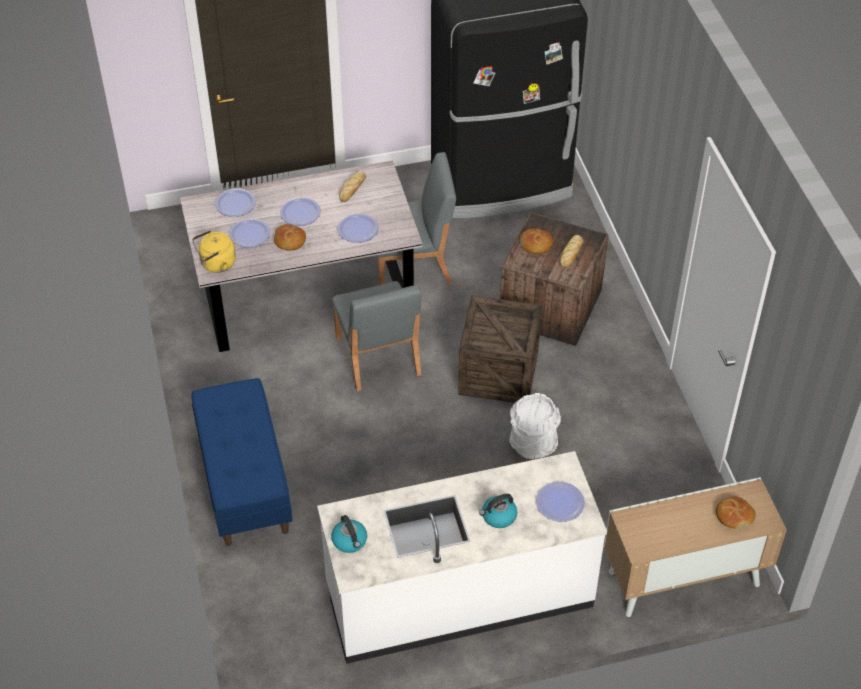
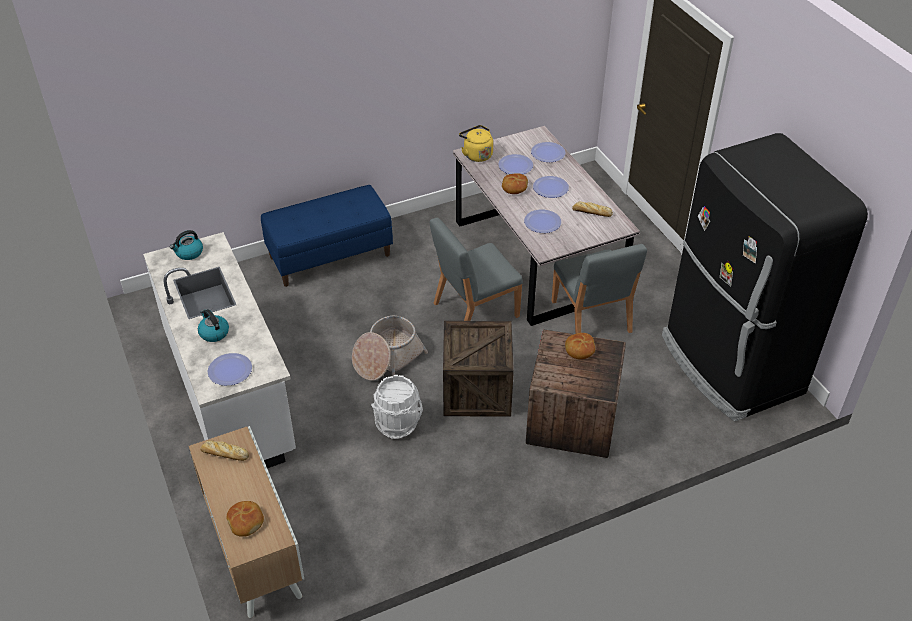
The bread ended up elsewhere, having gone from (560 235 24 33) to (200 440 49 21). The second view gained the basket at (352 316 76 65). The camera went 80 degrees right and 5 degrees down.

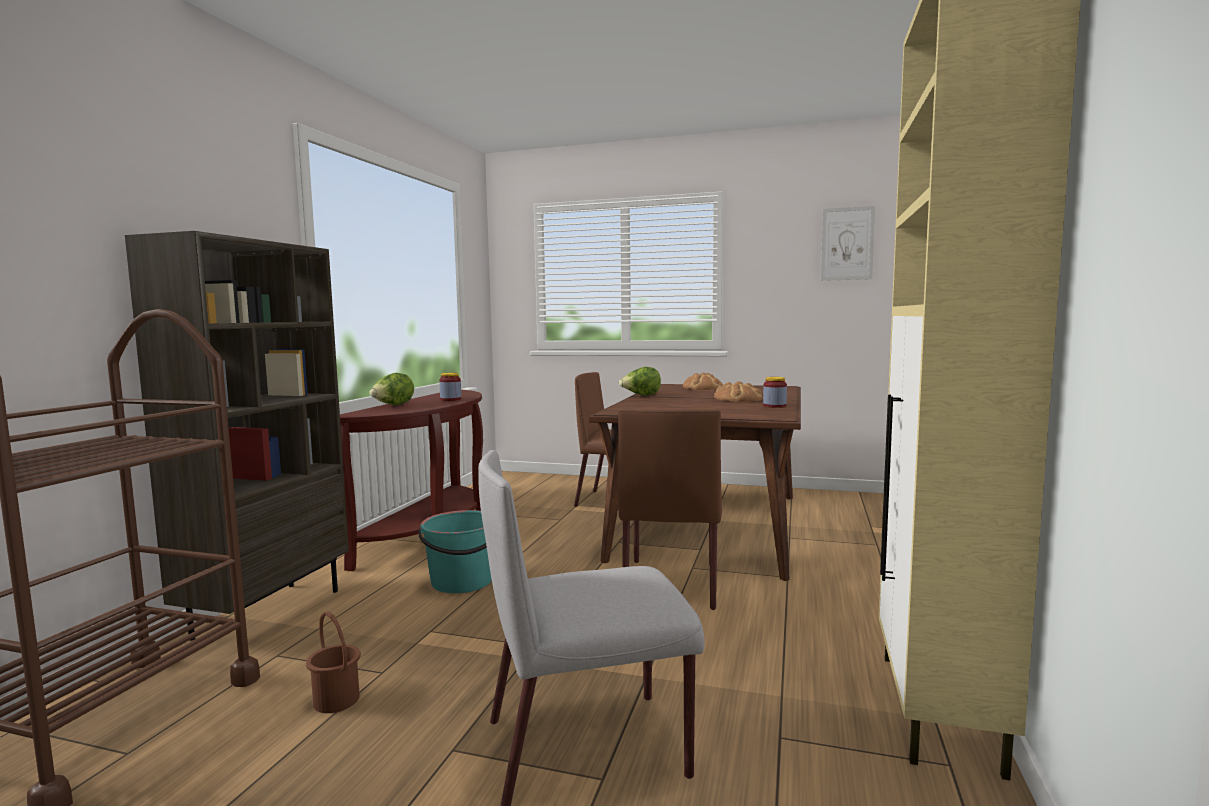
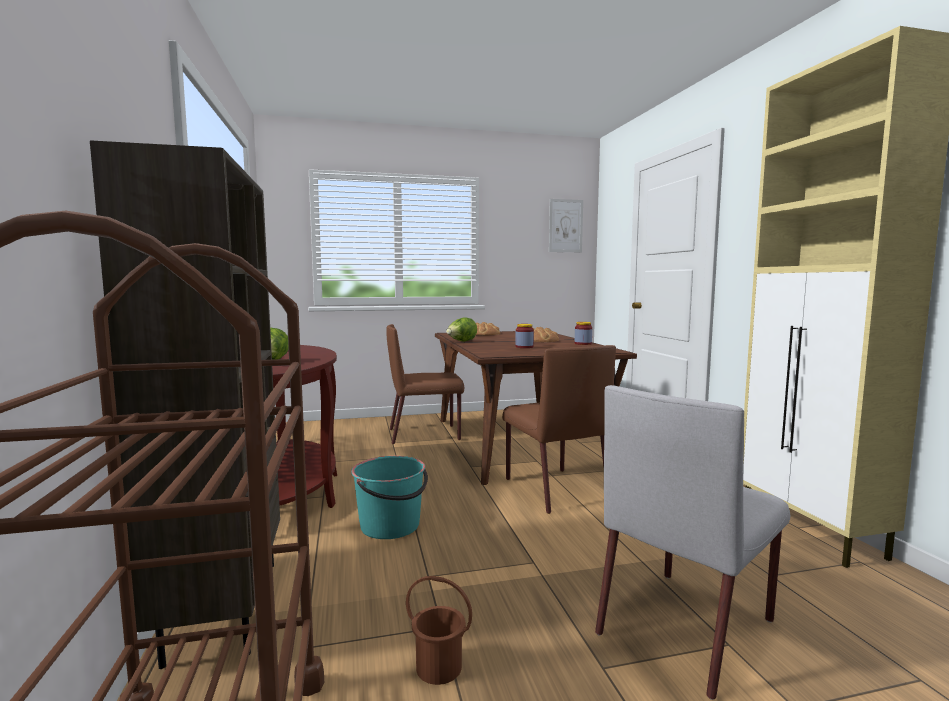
The jar ended up elsewhere, having gone from (439 373 22 28) to (515 324 19 24). The camera went 30 degrees left and 0 degrees up.

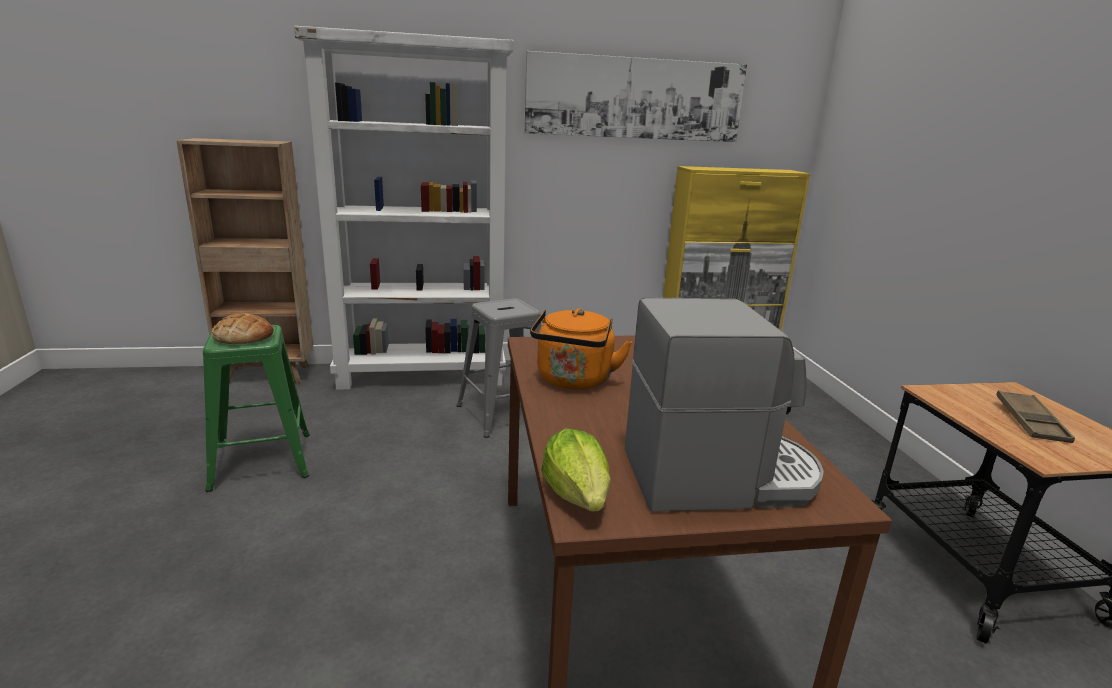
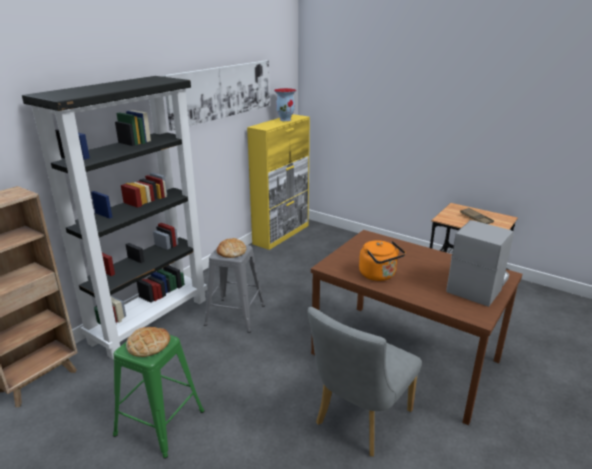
What was the bookcase (white) at (294 26 220 364) turned into the bookcase (black) at (22 76 185 283). The second view lost the lettuce at (541 428 70 84). The second view gained the bread at (216 238 30 20). The second view gained the vase at (274 88 22 33). The second view gained the chair (grey) at (307 307 115 150). The camera went 45 degrees left and 5 degrees up.

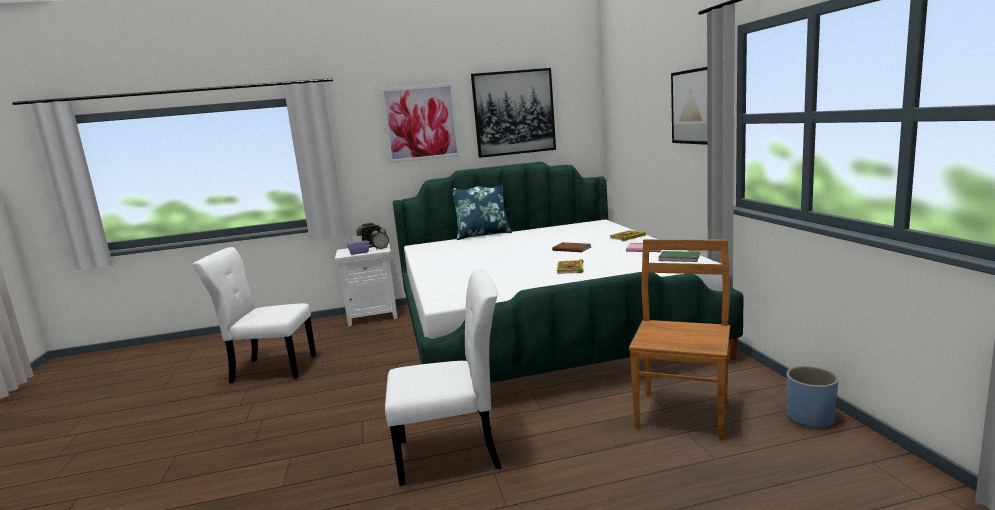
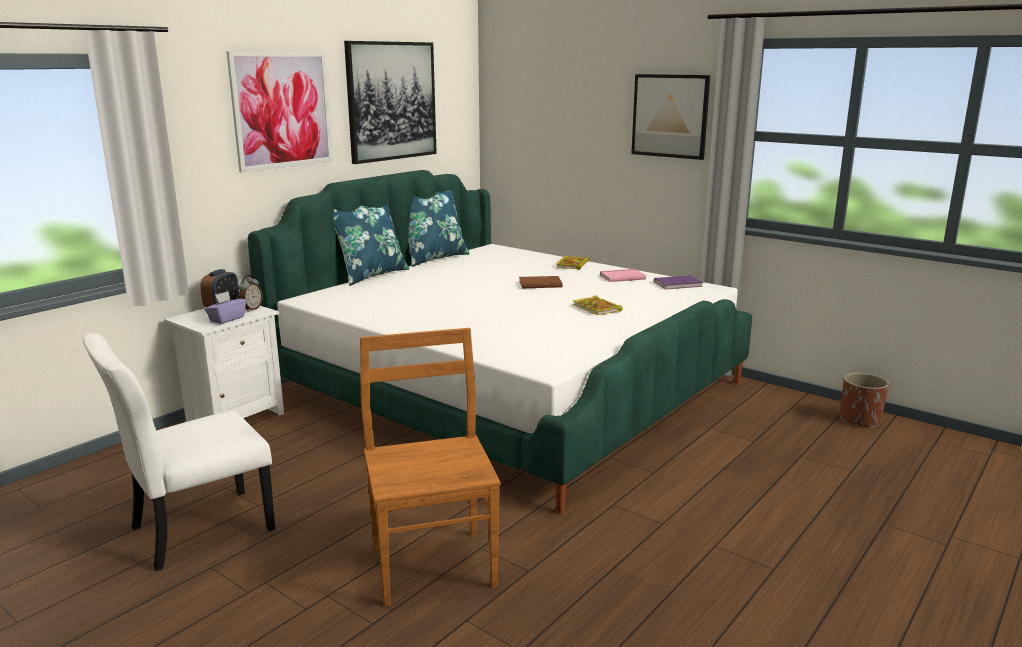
The second view lost the chair (white) at (385 269 117 217). The chair (brown) ended up elsewhere, having gone from (629 239 101 201) to (360 328 141 278). What was the book (green) at (658 251 42 11) turned into the book (purple) at (654 275 49 14). What was the planter (blue) at (786 366 53 63) turned into the planter (brown) at (840 373 49 55). The second view gained the pillow (blue) at (408 191 62 76). The camera went 40 degrees left and 5 degrees up.

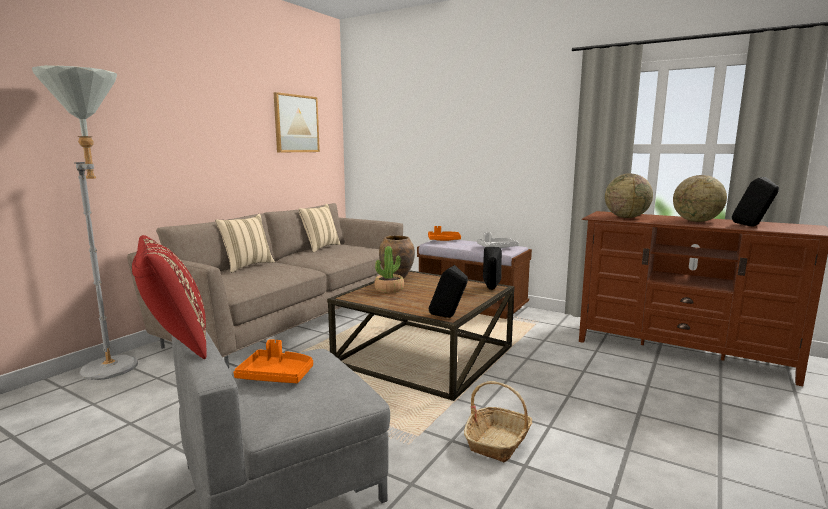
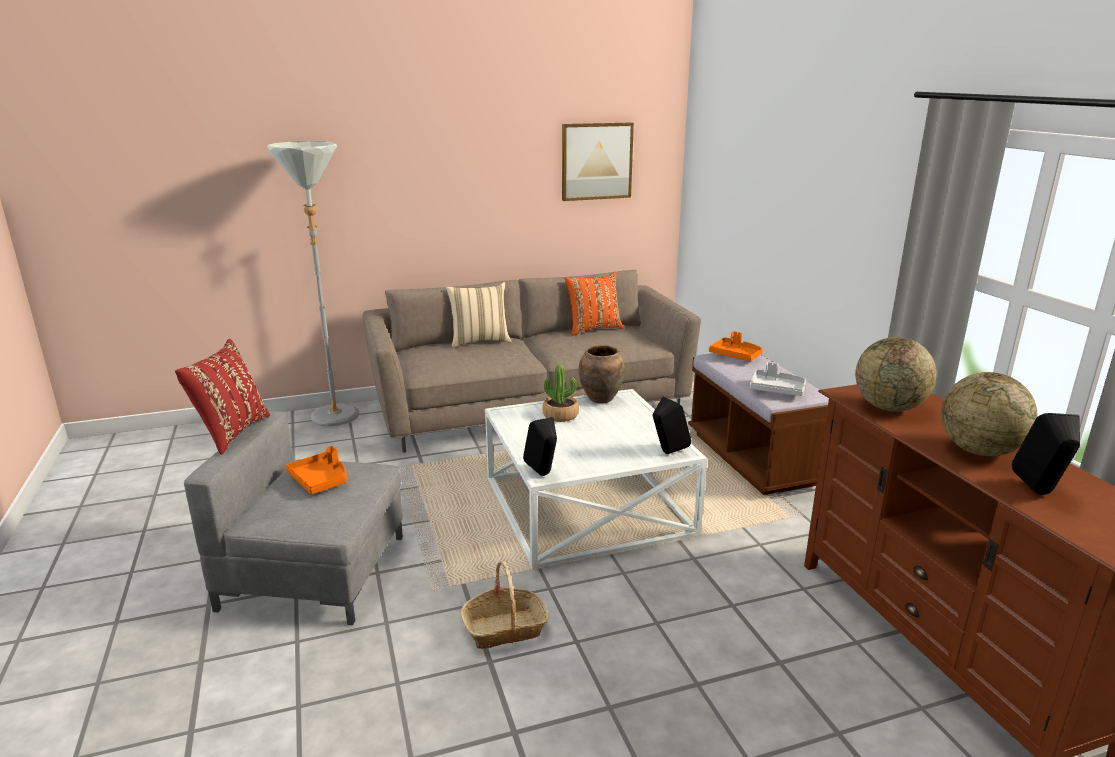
What was the pillow (beige) at (299 204 42 49) turned into the pillow (orange) at (564 272 60 64). What was the coffee table (brown) at (327 271 187 130) turned into the coffee table (white) at (485 389 222 180). The camera went 40 degrees right and 10 degrees up.

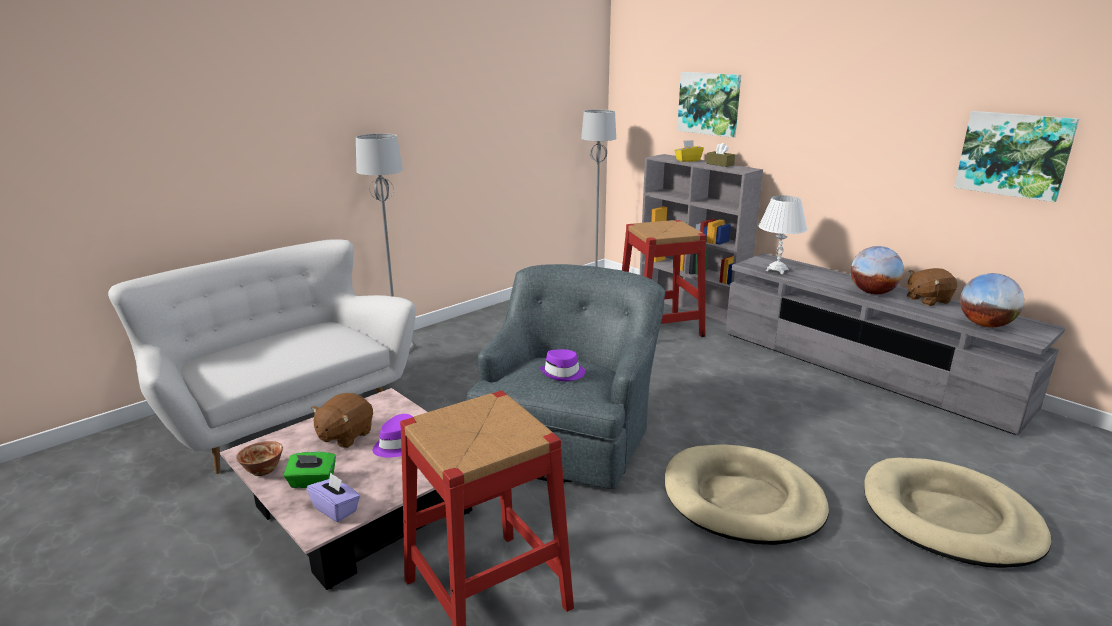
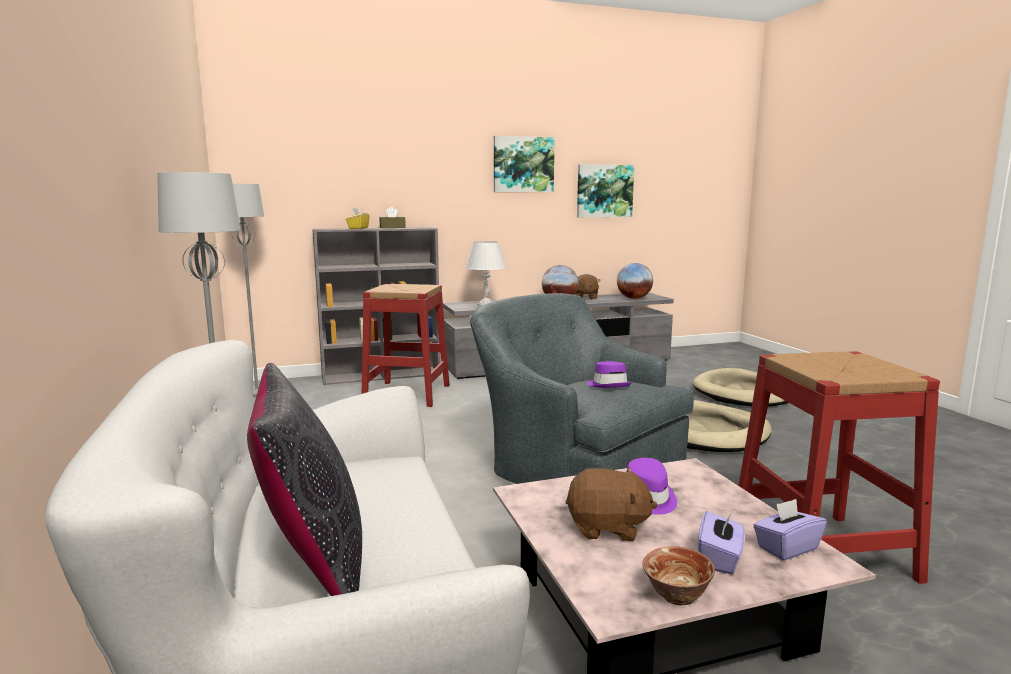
What was the tissue box (green) at (284 451 52 37) turned into the tissue box (purple) at (698 511 47 63). The plush toy (brown) at (311 393 62 55) ended up facing another way, 45 degrees counterclockwise from before. The picture ended up elsewhere, having gone from (677 72 64 66) to (494 136 61 56). The second view gained the pillow (black) at (247 363 115 233). The camera went 65 degrees left and 10 degrees down.

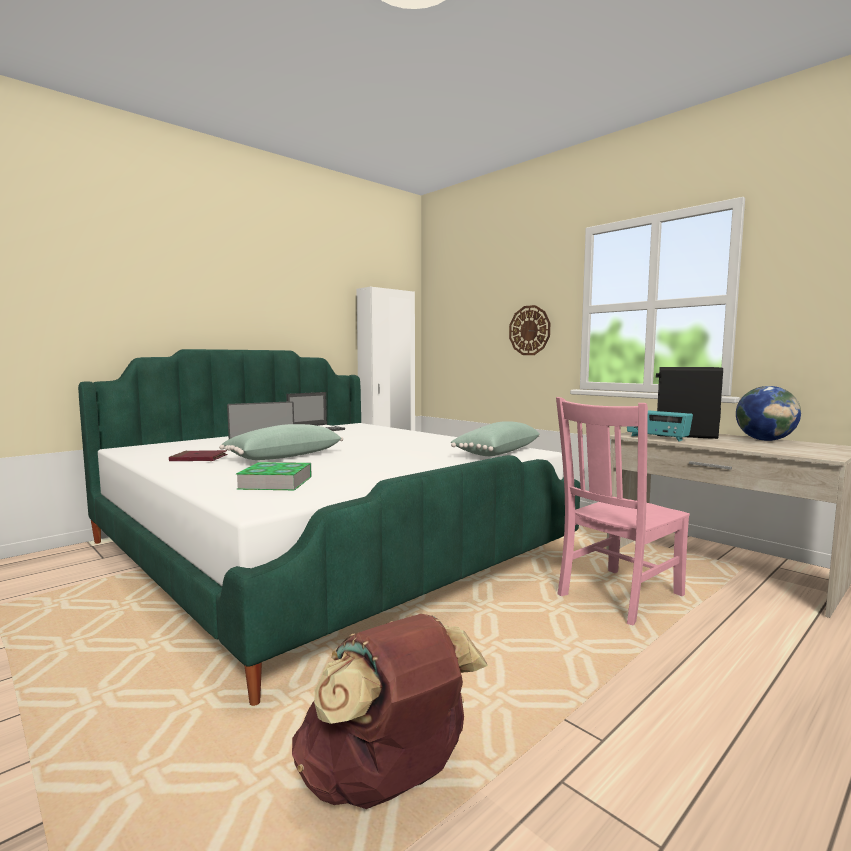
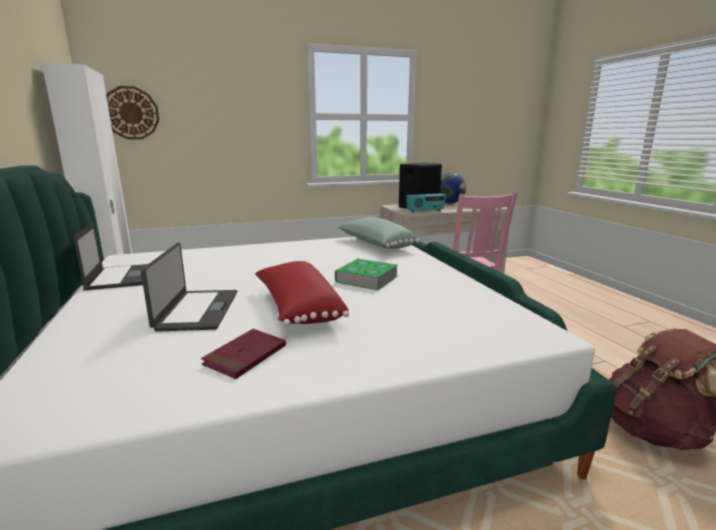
What was the pillow (green) at (219 424 124 36) turned into the pillow (red) at (255 261 94 65). The book ended up elsewhere, having gone from (236 462 76 28) to (335 259 63 31). The wall clock ended up elsewhere, having gone from (509 305 41 50) to (106 86 53 53). The camera went 65 degrees left and 10 degrees up.

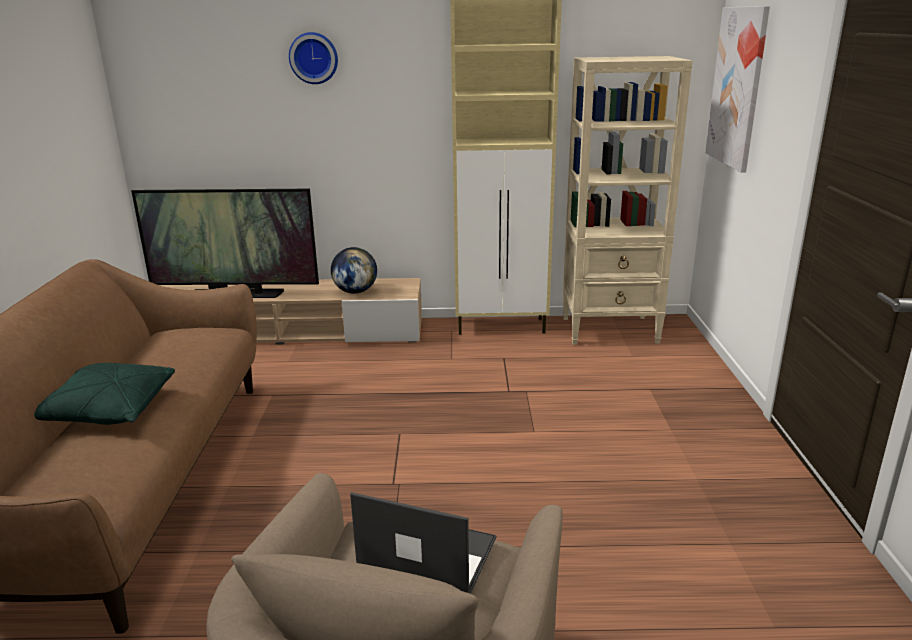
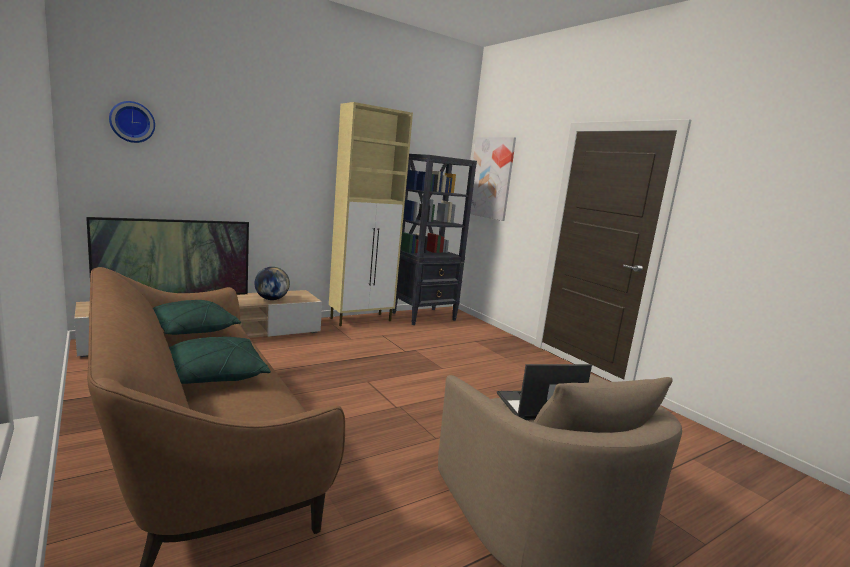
The wall clock ended up elsewhere, having gone from (289 32 49 52) to (109 101 46 42). What was the bookcase (beige) at (563 56 130 289) turned into the bookcase (black) at (392 154 85 171). The second view gained the pillow (green) at (153 300 88 35). The camera went 35 degrees left and 10 degrees down.

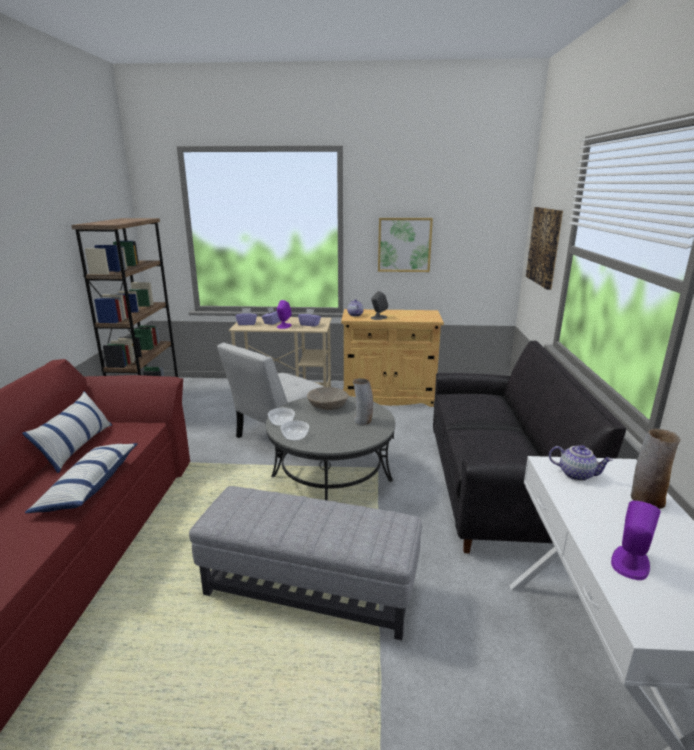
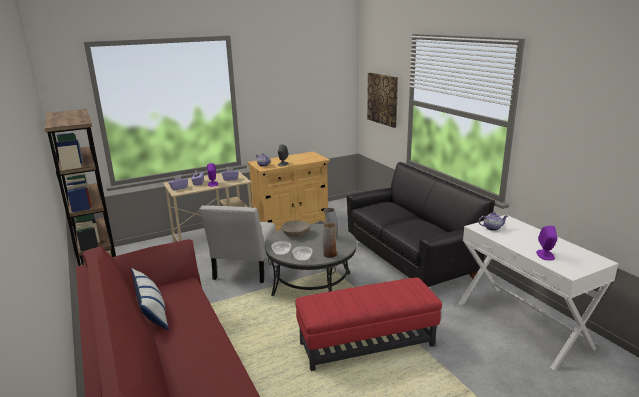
The second view lost the pillow at (25 443 113 70). What was the ottoman (grey) at (189 486 233 154) turned into the ottoman (red) at (295 278 147 93). The second view lost the picture at (378 218 55 54). The vase ended up elsewhere, having gone from (631 429 49 80) to (322 222 15 36). The camera went 30 degrees left and 0 degrees up.

